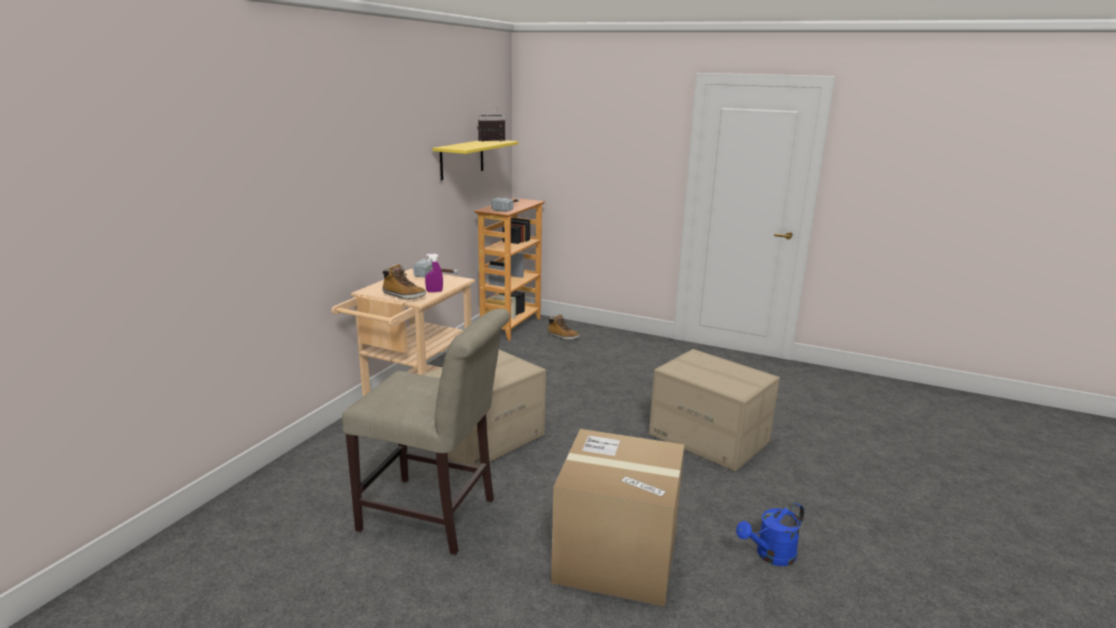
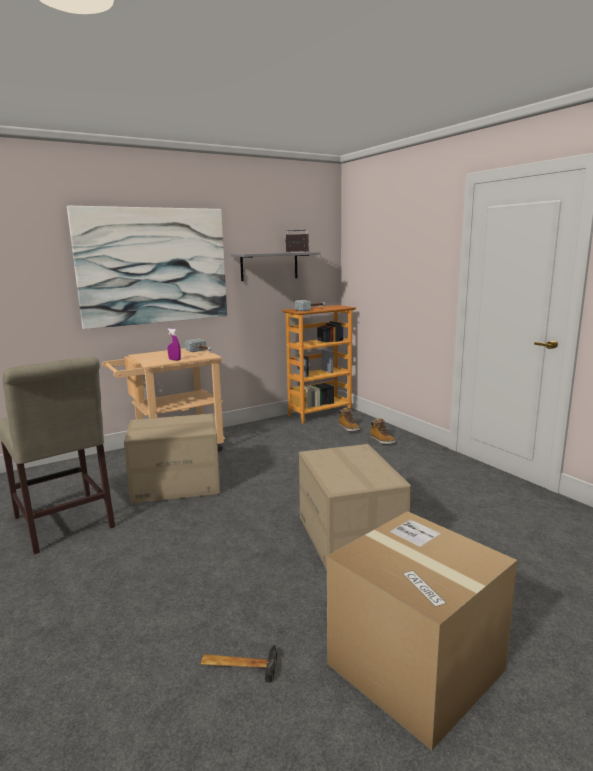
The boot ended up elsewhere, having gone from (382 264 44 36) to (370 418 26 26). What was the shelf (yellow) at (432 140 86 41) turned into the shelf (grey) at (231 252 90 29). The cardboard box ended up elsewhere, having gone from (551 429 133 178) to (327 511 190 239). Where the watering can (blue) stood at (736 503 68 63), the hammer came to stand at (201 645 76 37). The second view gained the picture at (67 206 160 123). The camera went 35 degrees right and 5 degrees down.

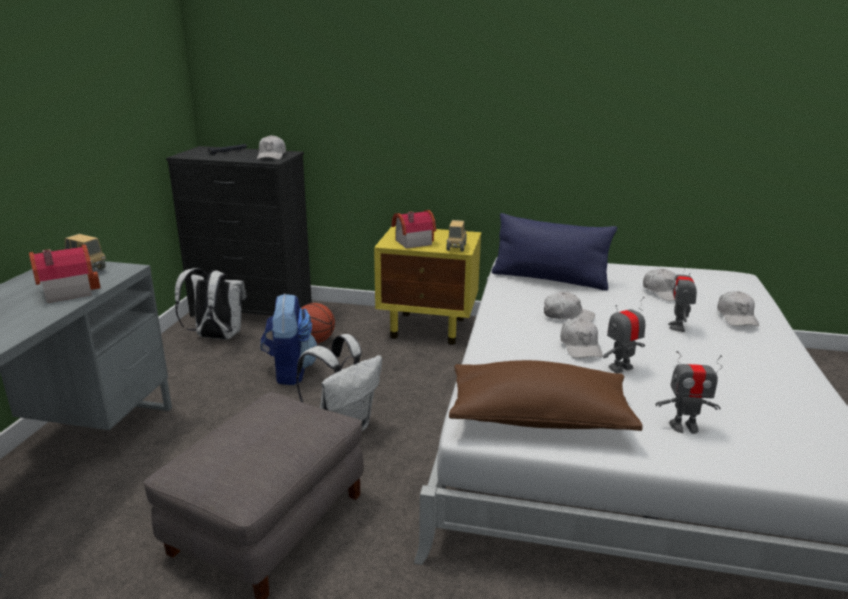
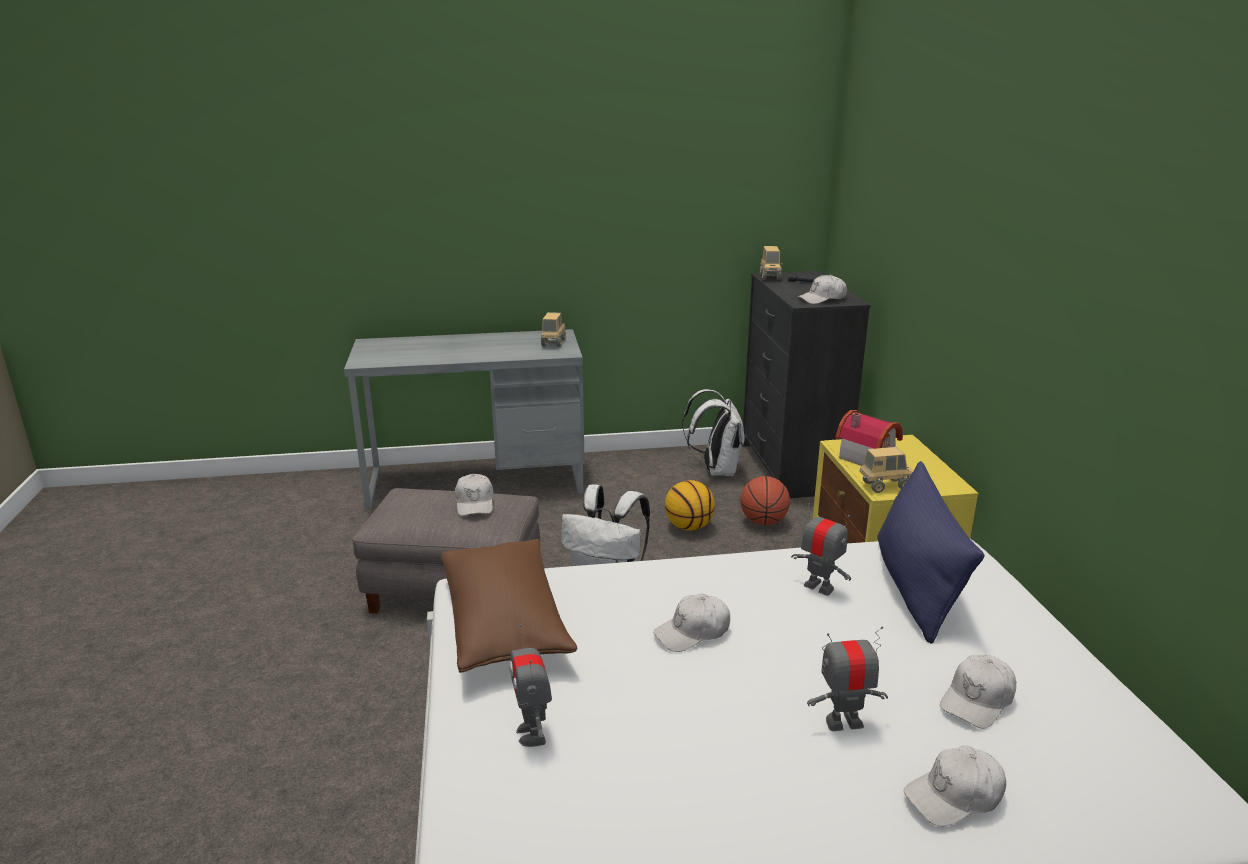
The second view lost the toy house at (29 245 72 58). Where the backpack stood at (261 293 57 92), the basketball came to stand at (665 480 50 51). The cap (white) ended up elsewhere, having gone from (544 292 51 30) to (455 474 38 42). The toy robot ended up elsewhere, having gone from (603 297 42 76) to (791 503 60 93). The second view gained the toy truck at (760 246 22 34). The camera went 70 degrees right and 0 degrees up.

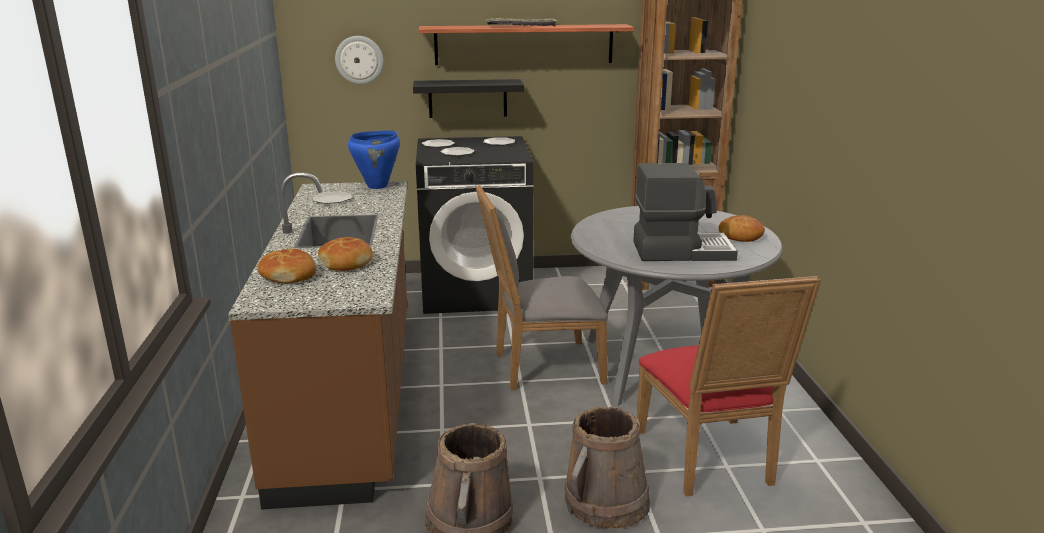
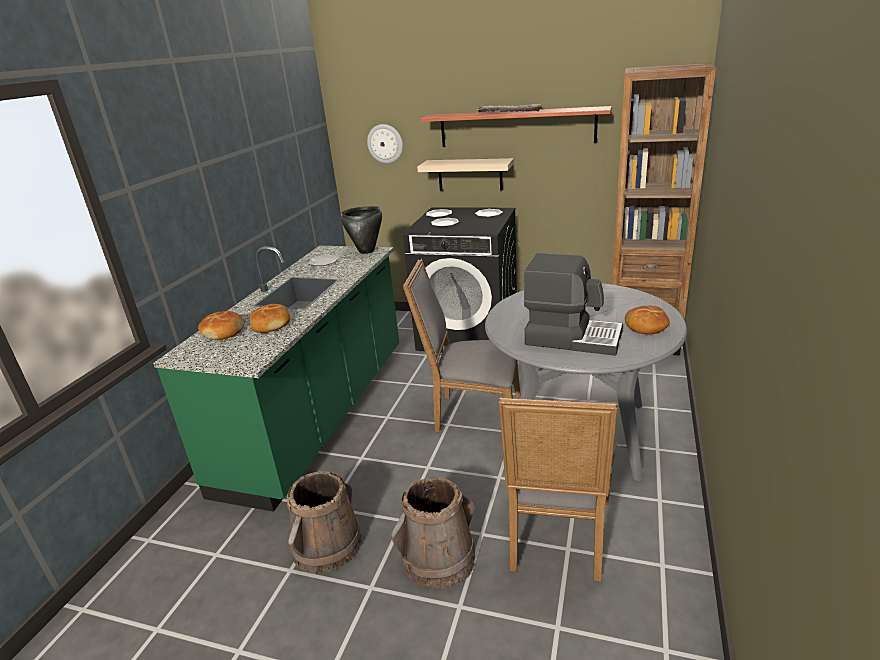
What was the counter (brown) at (228 172 179 338) turned into the counter (green) at (153 246 247 266). What was the cooking pot (blue) at (348 130 52 59) turned into the cooking pot (black) at (341 206 41 48). What was the shelf (black) at (413 79 111 39) turned into the shelf (beige) at (417 158 97 33). What was the chair (red) at (637 276 184 220) turned into the chair (grey) at (499 398 119 184). The camera went 25 degrees right and 5 degrees up.

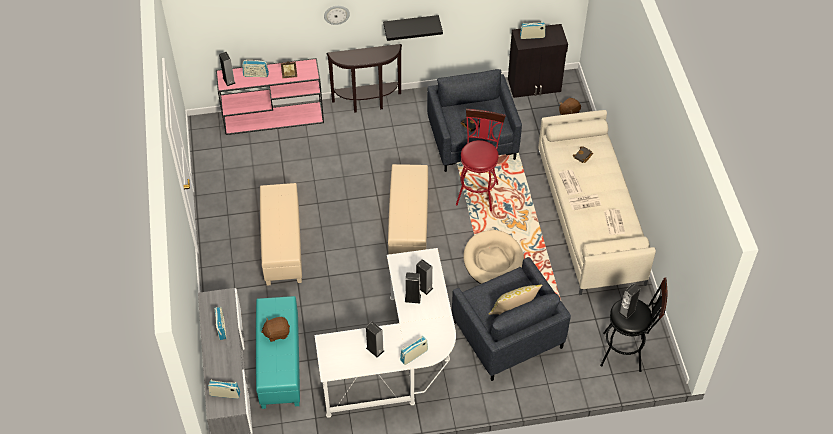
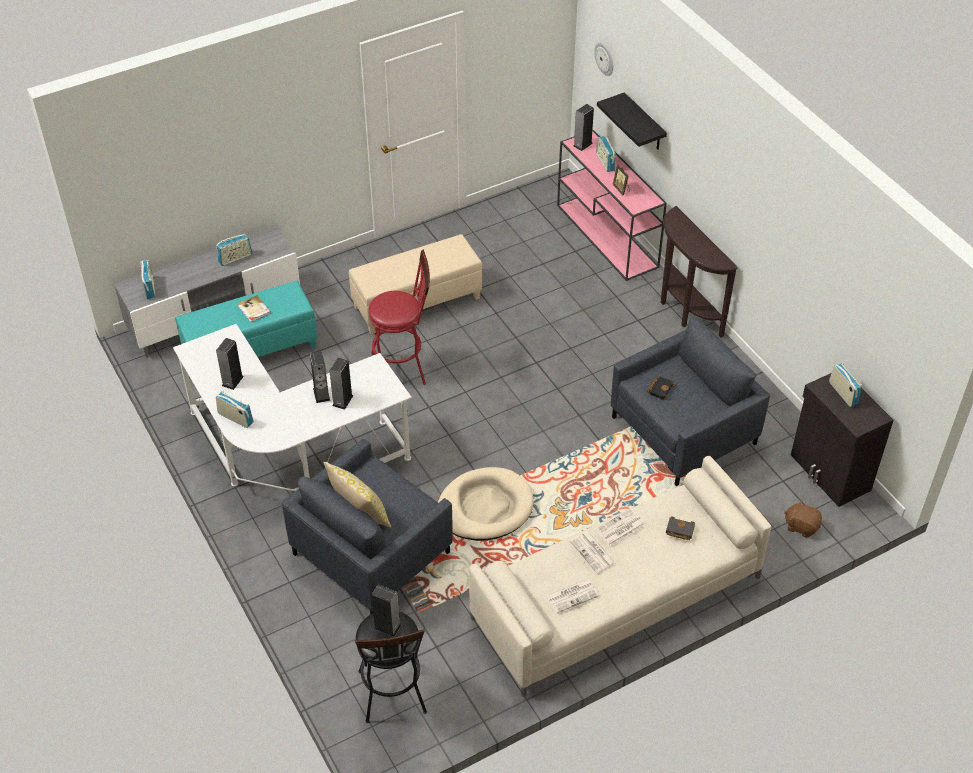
Where the plush toy (brown) stood at (261 317 29 25), the book came to stand at (238 295 33 27). The wall clock ended up elsewhere, having gone from (324 6 26 19) to (594 42 19 34). The shelf (black) ended up elsewhere, having gone from (383 15 60 26) to (597 92 70 58). The second view lost the ottoman (beige) at (388 164 40 90). The stool (red) ended up elsewhere, having gone from (456 108 50 103) to (368 250 62 135). The camera went 70 degrees right and 5 degrees down.

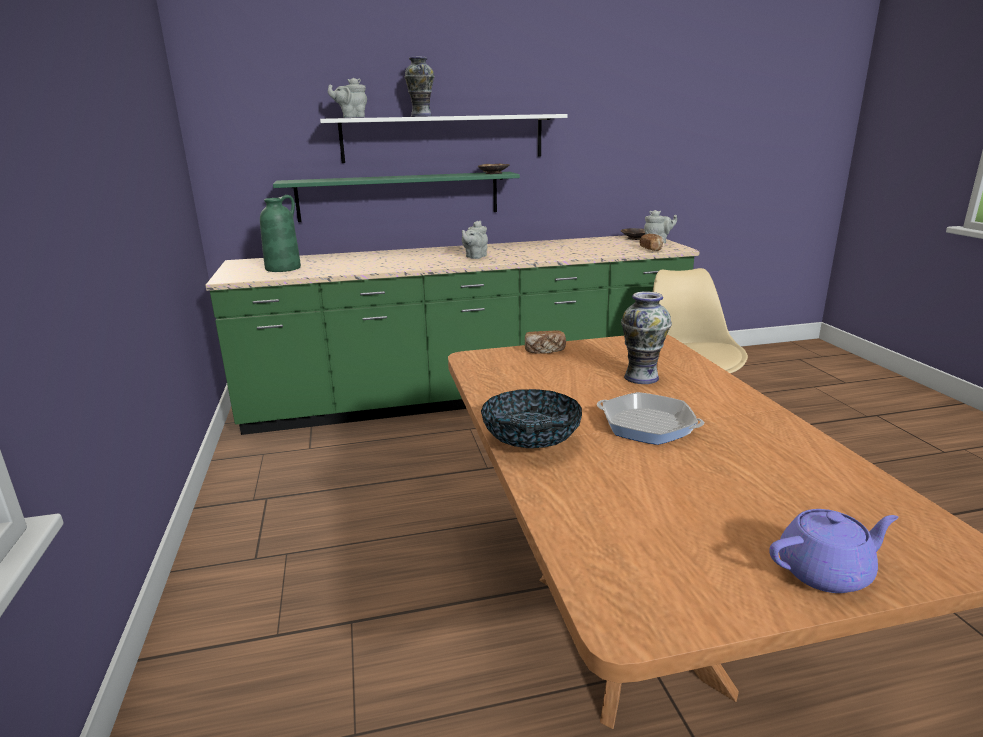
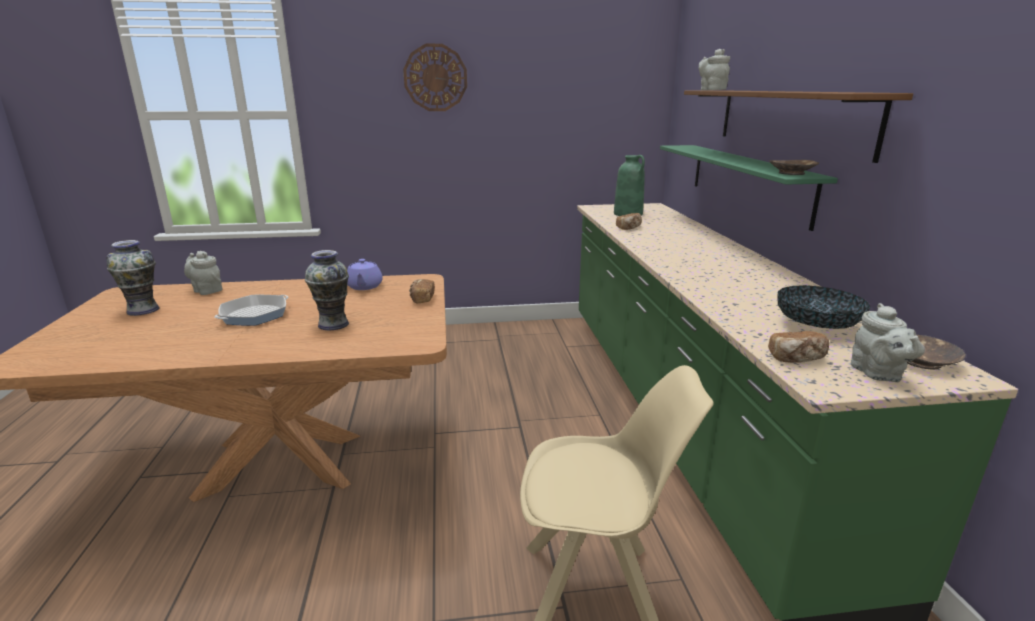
What was the shelf (white) at (320 114 248 49) turned into the shelf (brown) at (684 90 229 73). The vase ended up elsewhere, having gone from (404 57 31 60) to (106 240 54 76). The teapot (grey) ended up elsewhere, having gone from (462 221 26 38) to (184 251 39 44). The bowl ended up elsewhere, having gone from (481 389 101 59) to (777 285 94 44). The teapot (purple) ended up elsewhere, having gone from (769 509 129 84) to (347 259 36 31). The second view gained the wall clock at (403 44 64 67). The second view gained the bread at (616 213 26 17). The camera went 95 degrees right and 0 degrees up.

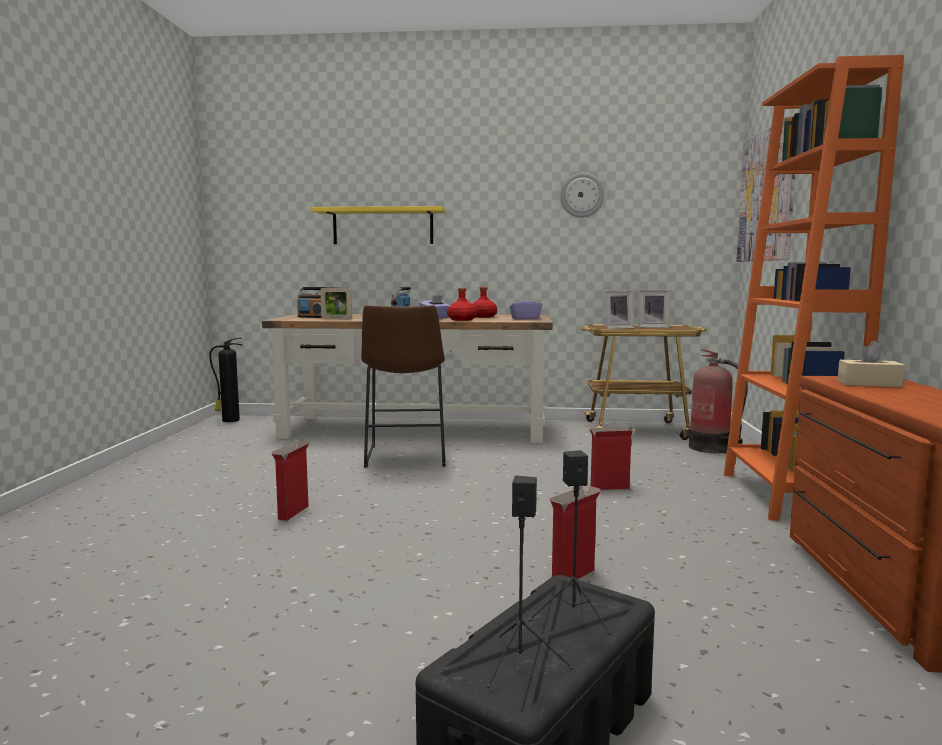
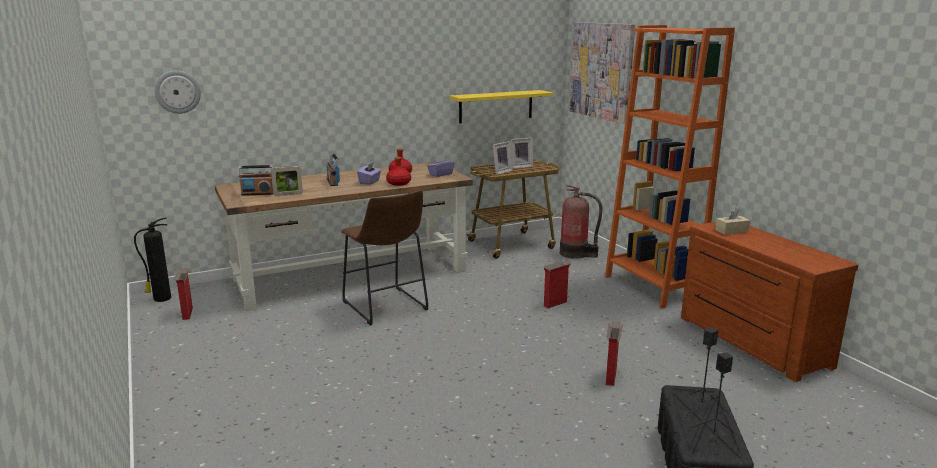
The cardboard box ended up elsewhere, having gone from (272 441 37 80) to (174 268 19 52). The shelf (yellow) ended up elsewhere, having gone from (312 206 134 38) to (449 90 104 33). The wall clock ended up elsewhere, having gone from (560 173 45 45) to (154 70 47 44). The camera went 30 degrees left and 10 degrees up.

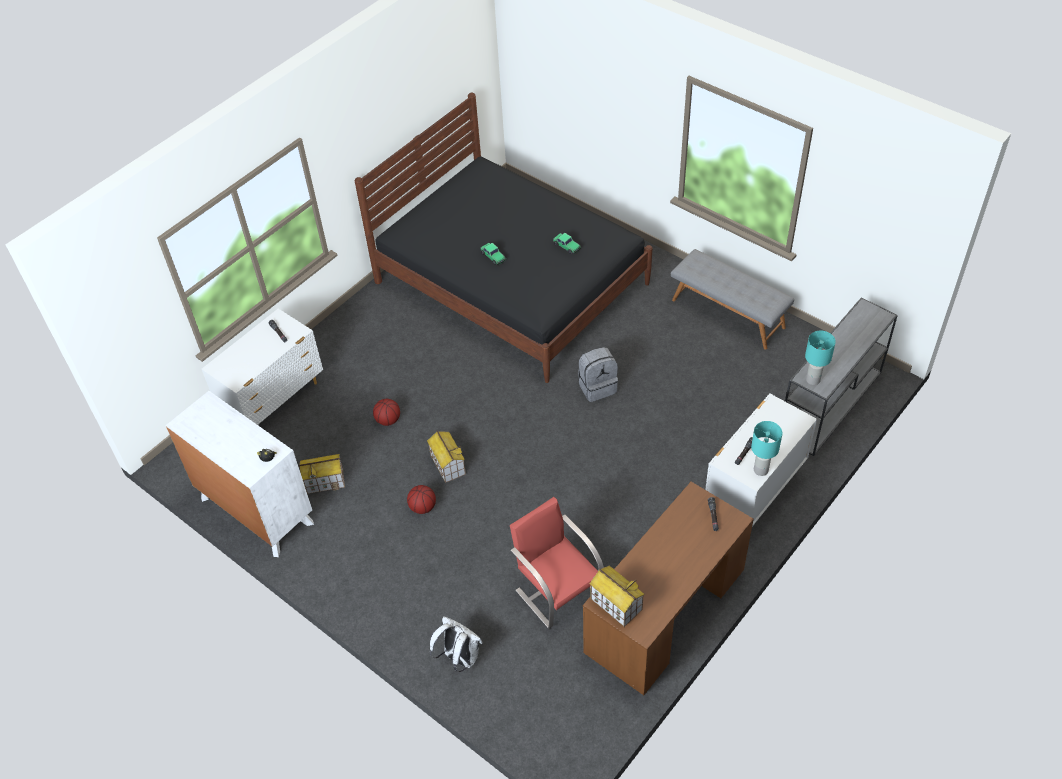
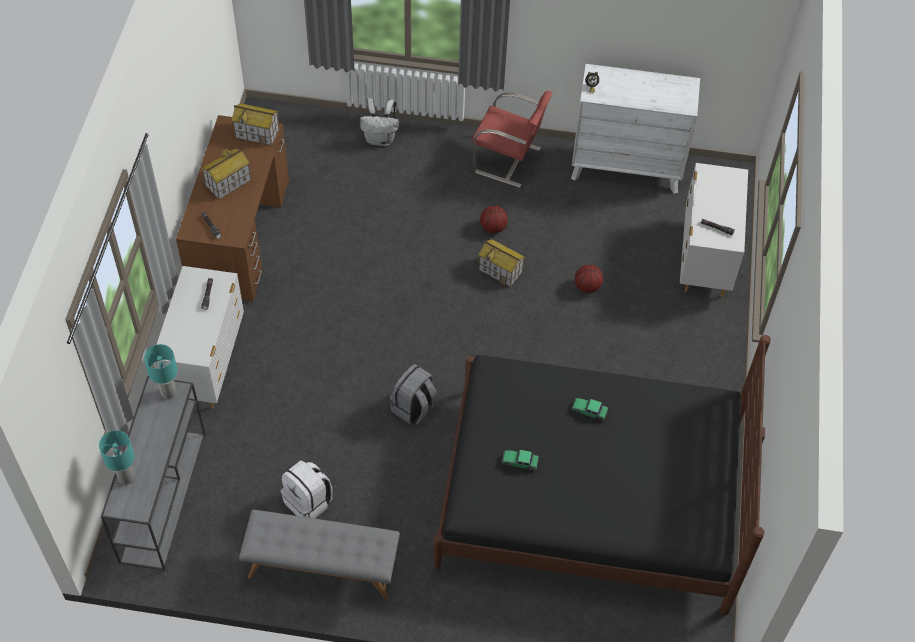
The toy house ended up elsewhere, having gone from (298 454 47 40) to (201 148 50 52). The chair (red) ended up elsewhere, having gone from (510 497 94 132) to (471 91 82 97). The table lamp (turquoise) ended up elsewhere, having gone from (751 421 31 55) to (99 430 36 55). The second view gained the backpack (white) at (281 460 52 58). The camera went 145 degrees right and 5 degrees up.

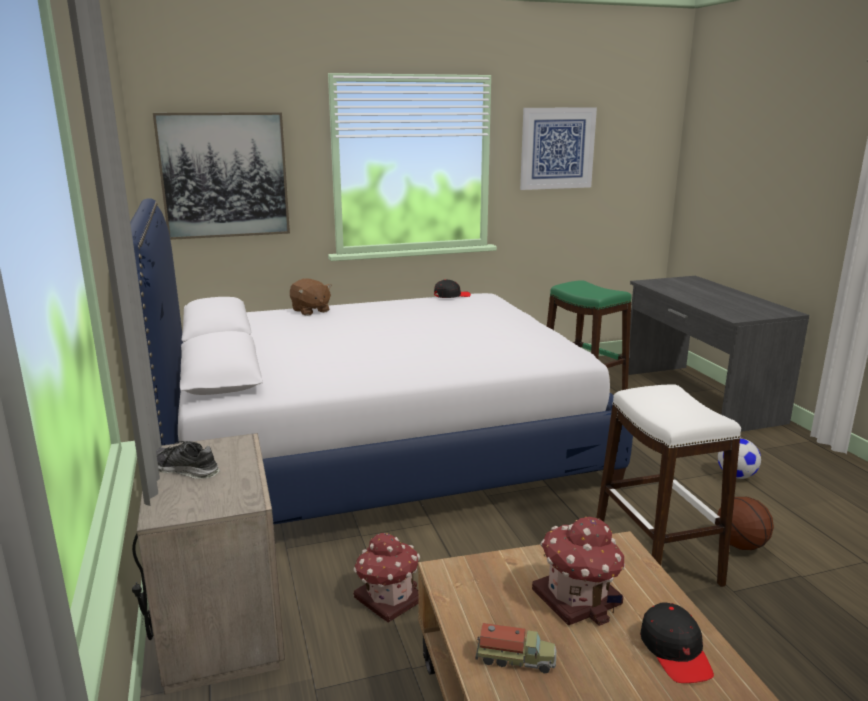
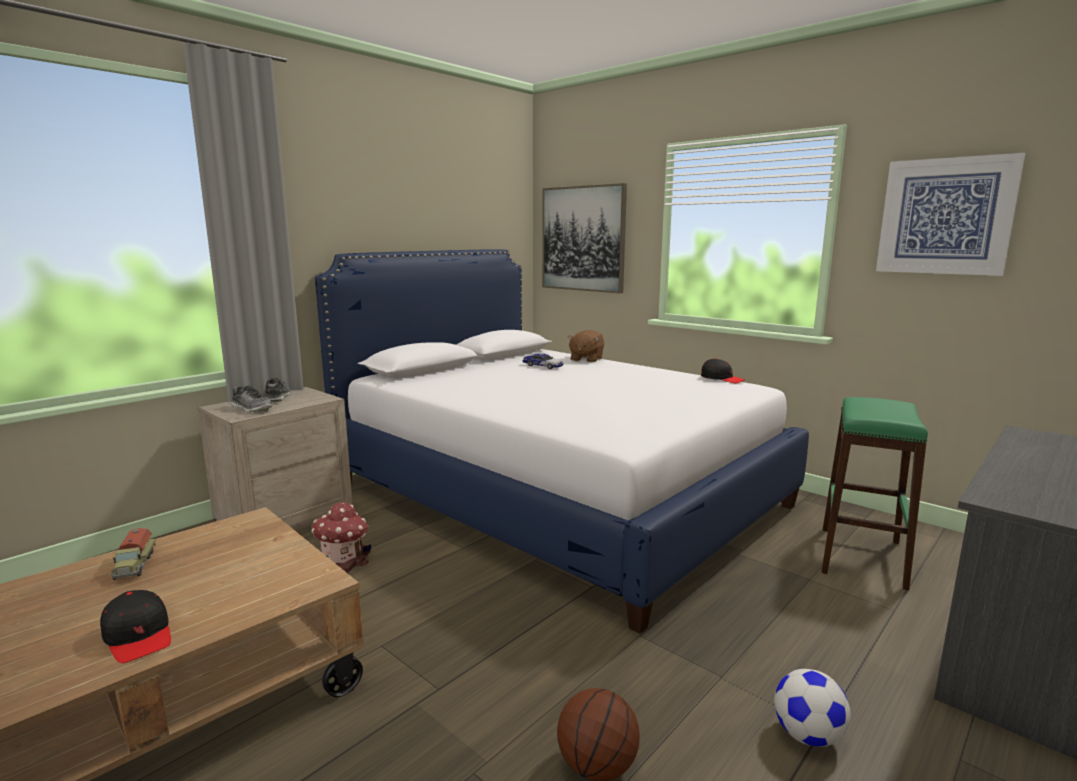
The second view lost the toy house at (532 517 93 109). The second view lost the stool (white) at (596 384 145 203). The cap (black) at (640 602 74 81) ended up facing another way, 90 degrees counterclockwise from before. The second view gained the shoe at (231 385 41 28). The second view gained the toy car at (522 353 42 16). The camera went 60 degrees right and 5 degrees down.

